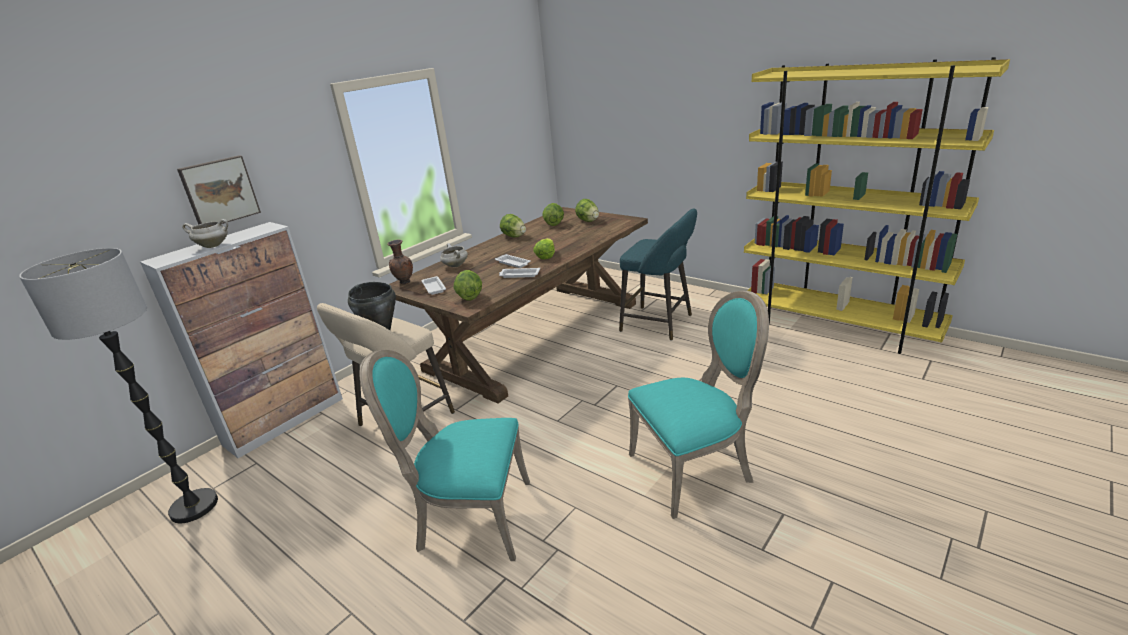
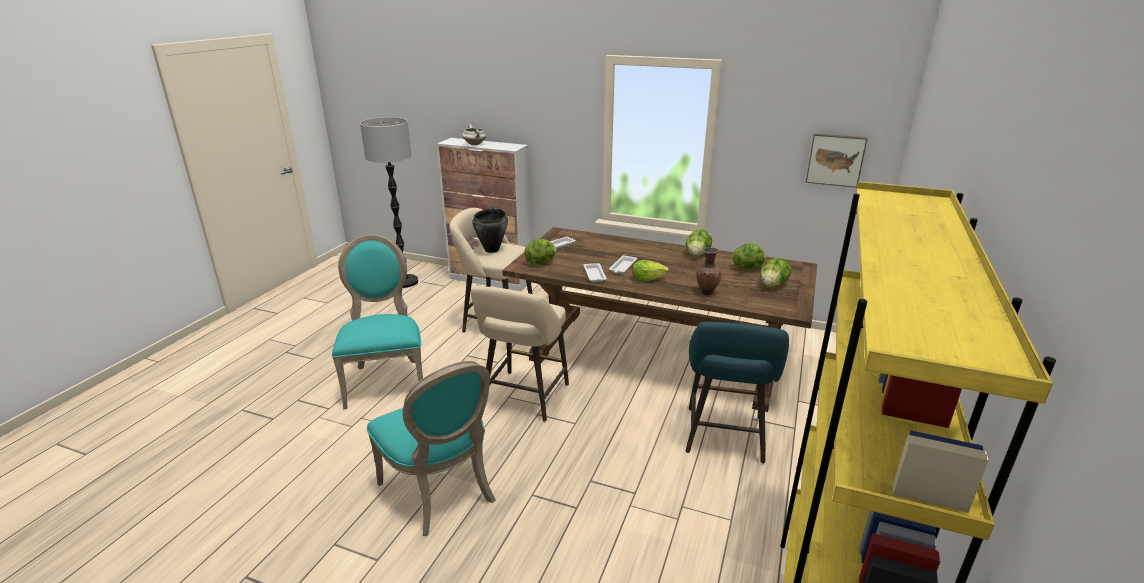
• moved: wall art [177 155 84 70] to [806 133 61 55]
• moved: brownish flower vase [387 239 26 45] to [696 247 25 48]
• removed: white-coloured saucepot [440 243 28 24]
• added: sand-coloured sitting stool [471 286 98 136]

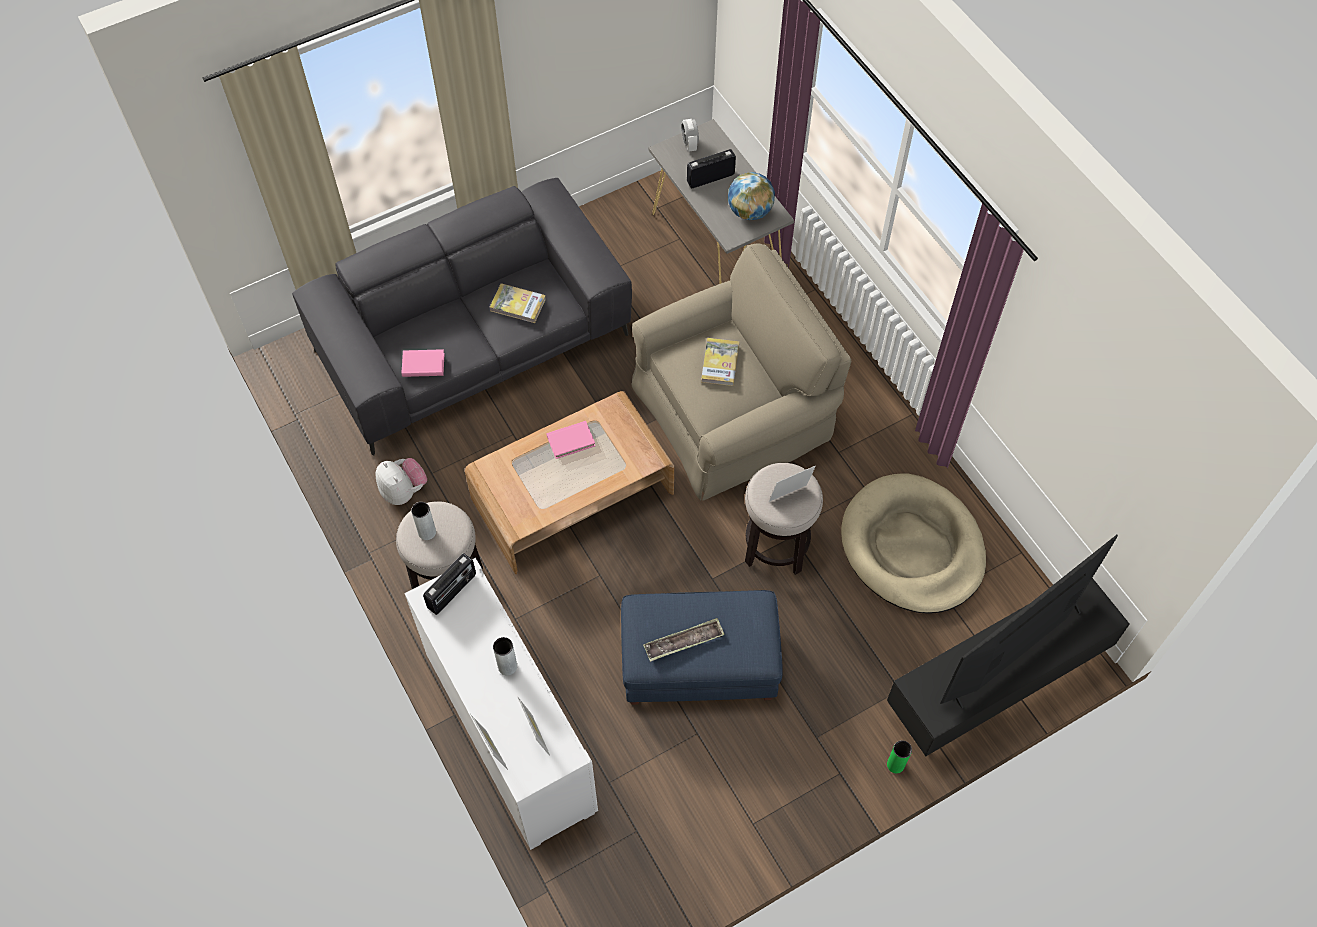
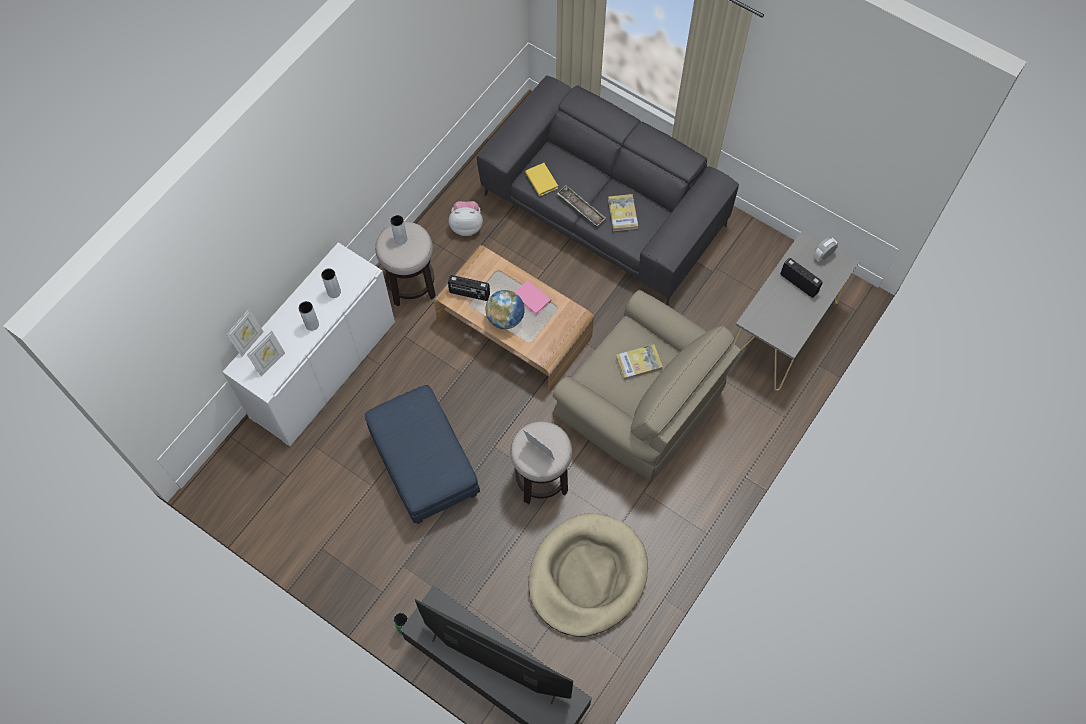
• moved: globe [728 172 47 48] to [485 290 40 39]
• recoloured: pink book [402 349 43 28] to yellow book [525 163 33 33]
• turned: soft toy [375 458 52 47] = [449 201 34 35] 120 degrees counterclockwise
• moved: radio receiver [423 553 53 62] to [448 275 42 26]
• moved: tray [643 618 82 44] to [557 185 49 42]
• added: greyish flower vase [321 268 20 30]

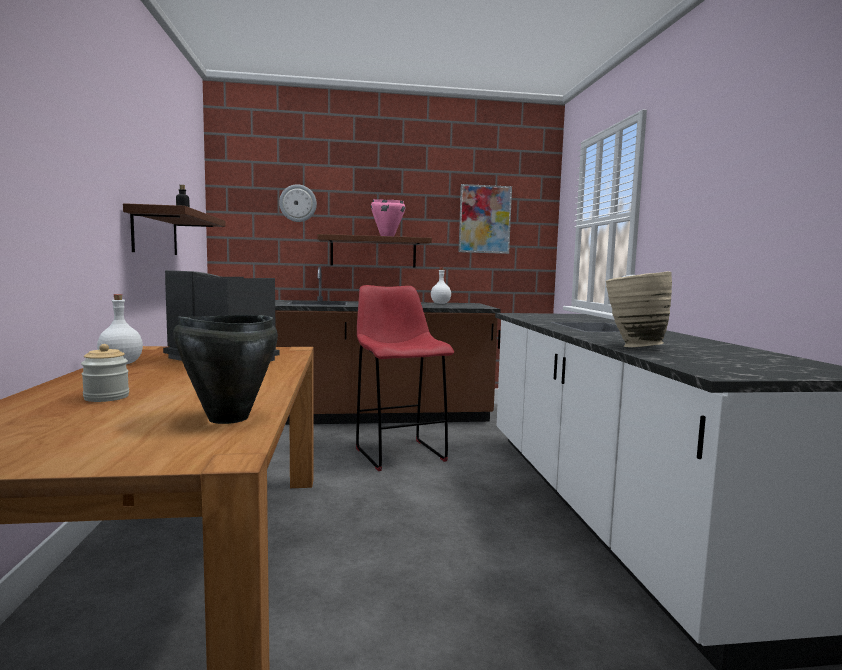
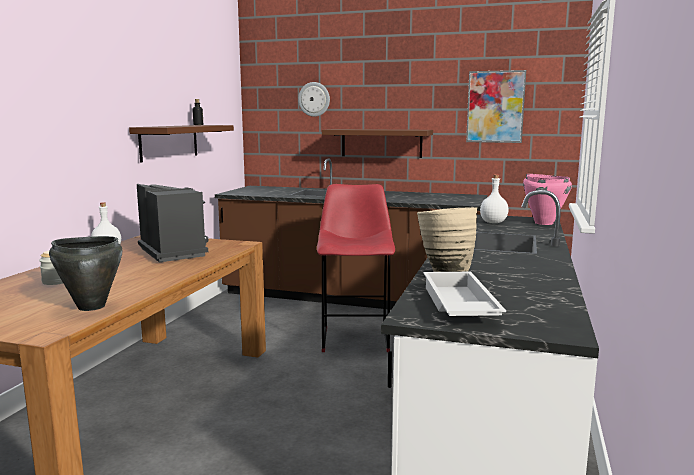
• moved: pink saucepot [371 199 34 37] to [523 174 49 51]
• moved: white-coloured drink bottle [431 267 20 37] to [480 174 29 49]
• added: white-coloured tray [423 272 83 44]

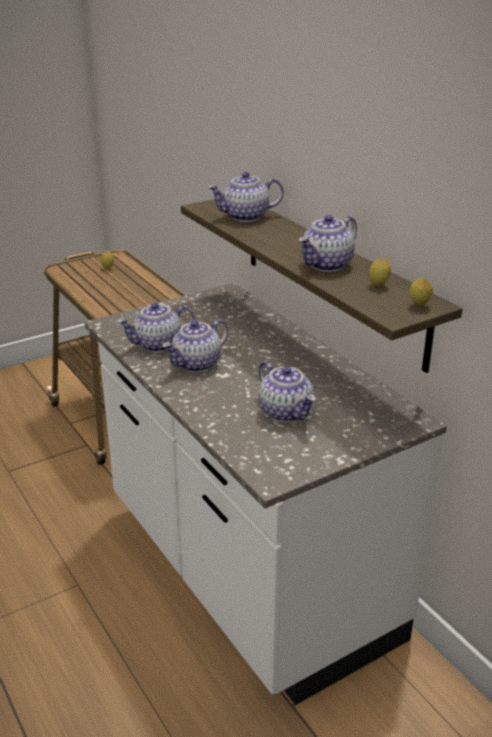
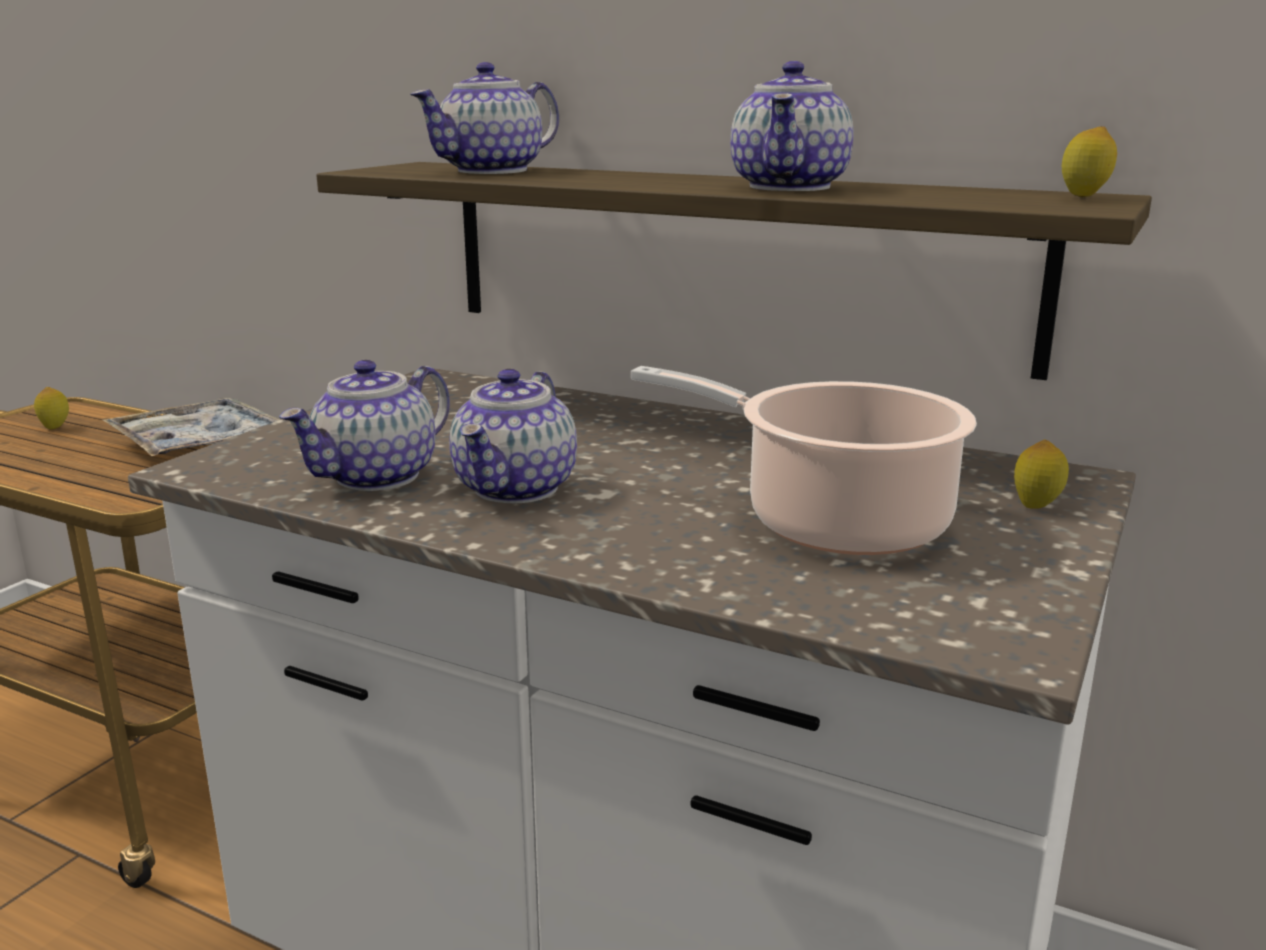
• moved: citrus fruit [369 257 22 29] to [1014 440 55 69]
• replaced: pot for tea [259 361 56 61] to saucepot [631 366 346 189]
• added: tray [103 398 176 58]

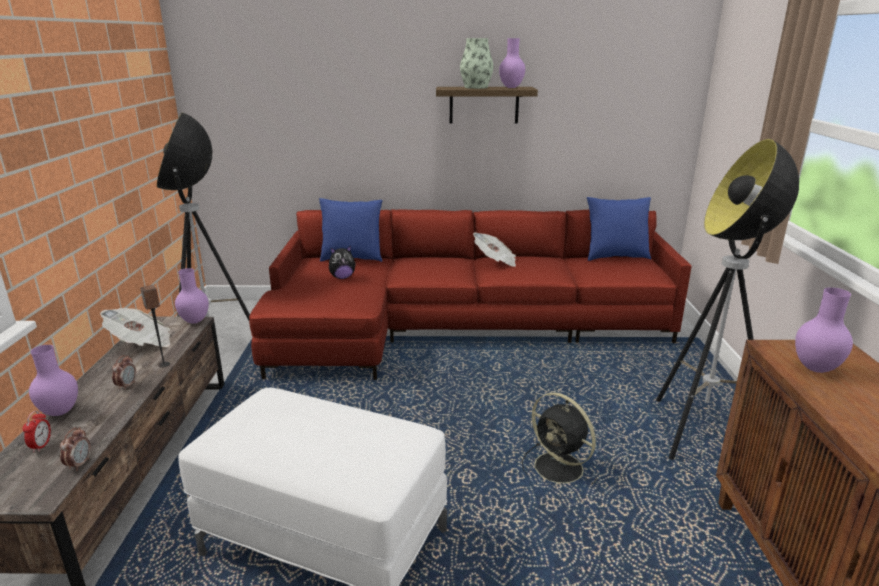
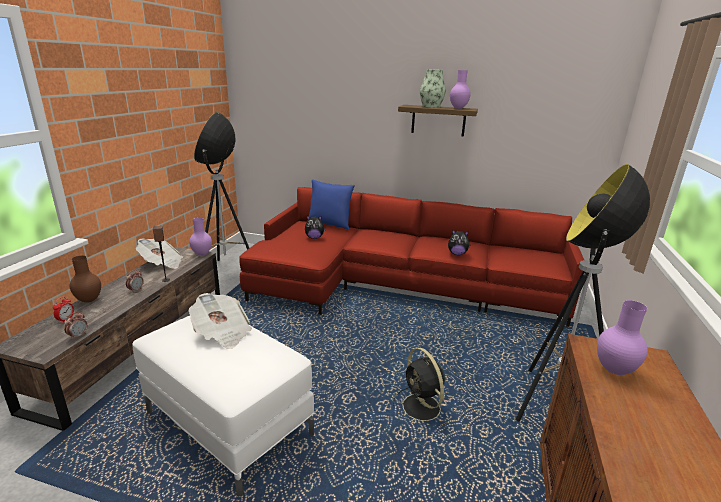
• removed: bluish pillow [587 197 64 64]
• moved: daily paper [473 232 43 35] to [188 293 64 56]
• recoloured: purple-coloured flower vase [29 345 49 71] to brownish flower vase [70 256 31 47]
• added: soft toy [448 230 23 25]

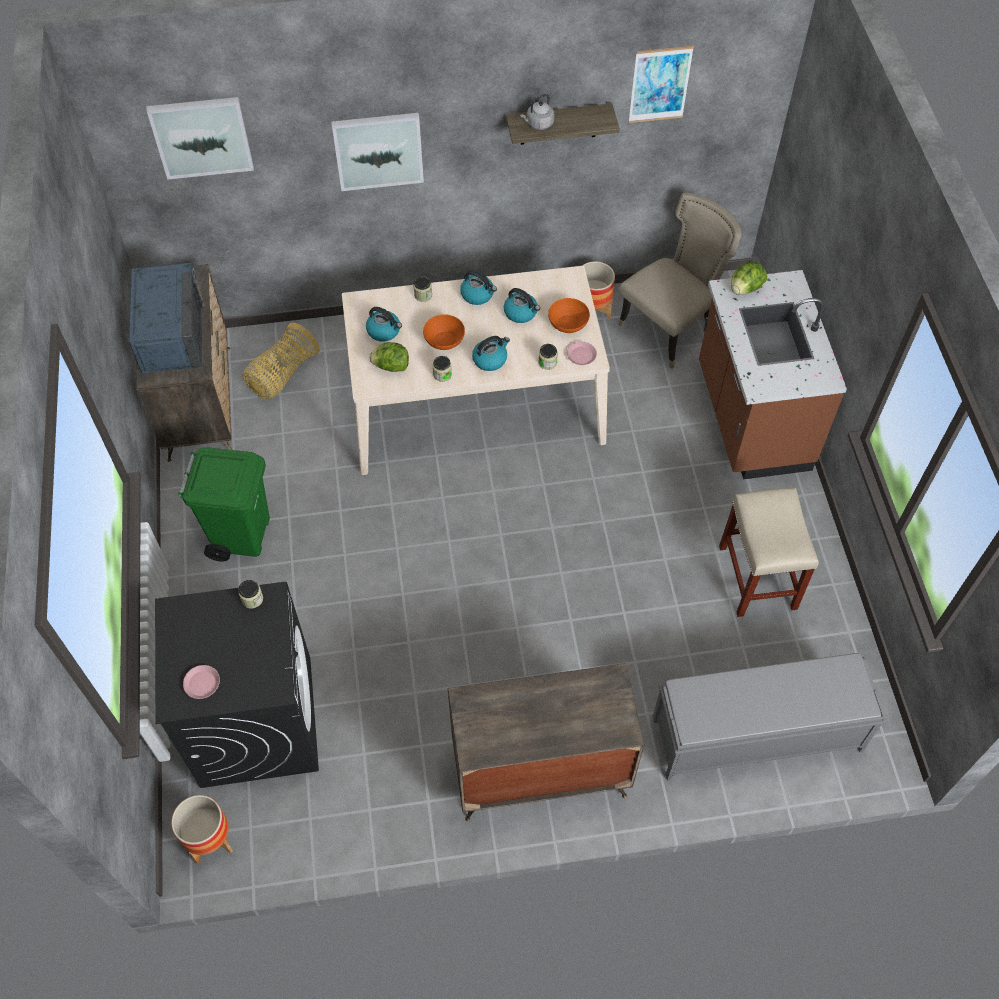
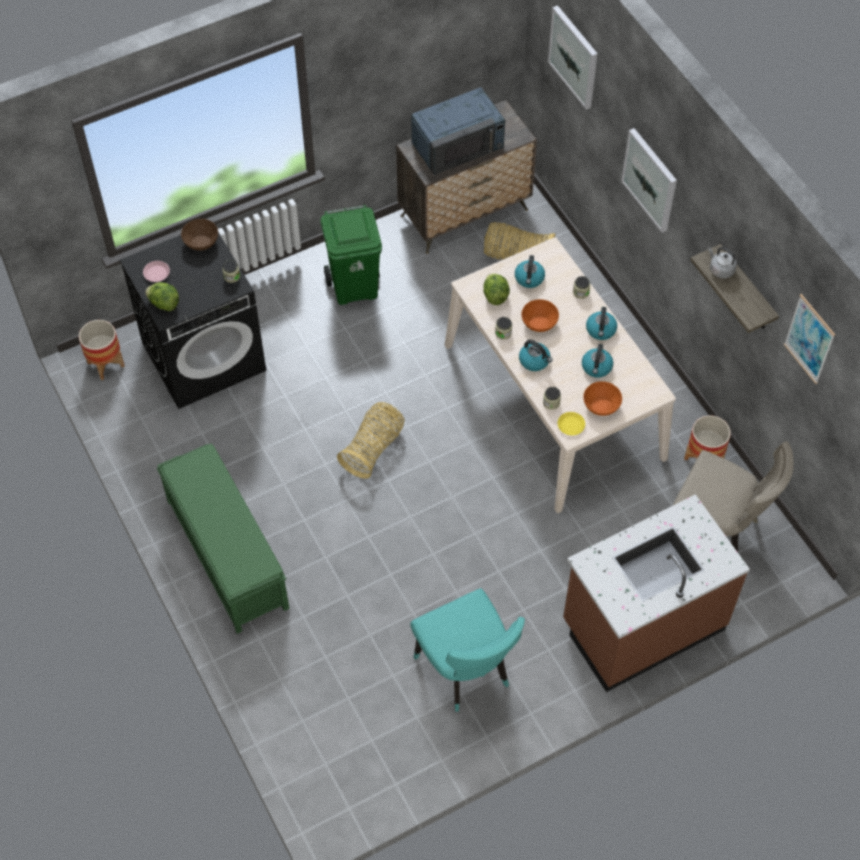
• moved: lettuce [731 262 36 33] to [145 282 34 29]
• recoloured: pink dinner plate [567 342 30 23] to yellow dinner plate [558 412 27 23]
• replaced: sand-coloured sitting stool [719 488 100 129] to turquoise-coloured upright chair [410 588 115 124]
• removed: greyish bench [653 653 233 128]
• replaced: dresser [448 663 196 158] to green bench [157 443 132 191]
• added: brownish serving bowl [181 219 37 32]
• added: storage basket [337 402 68 77]

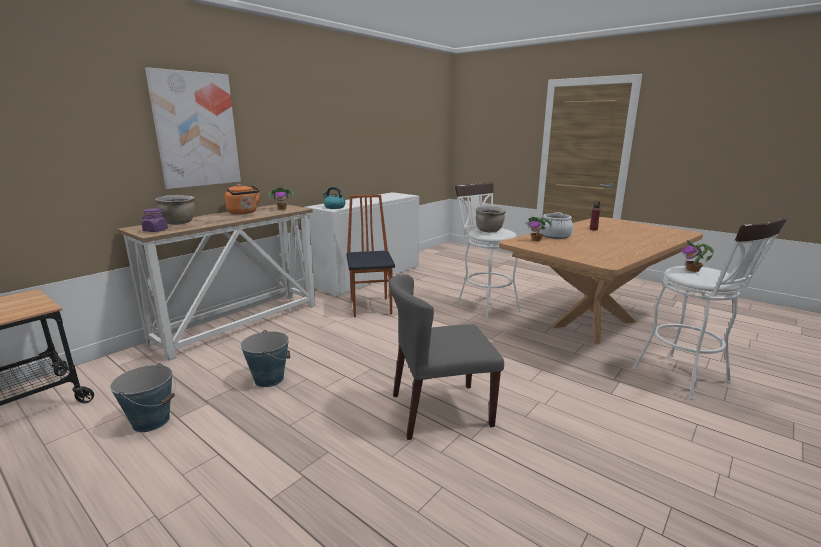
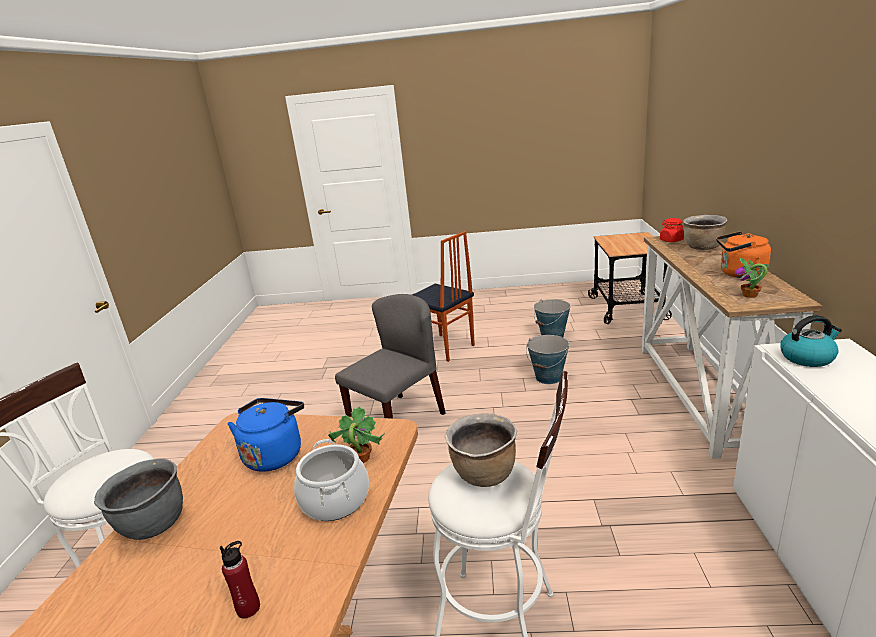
• removed: wall art [145 67 96 122]
• moved: upright chair [346 195 49 122] to [412 231 63 131]
• recoloured: purple-coloured storage jar [142 208 26 24] to reddish storage jar [660 218 24 24]
• removed: plant in a pot [682 240 32 32]
• added: bluish kettle [227 398 77 74]
• added: greyish saucepot [94 459 89 81]

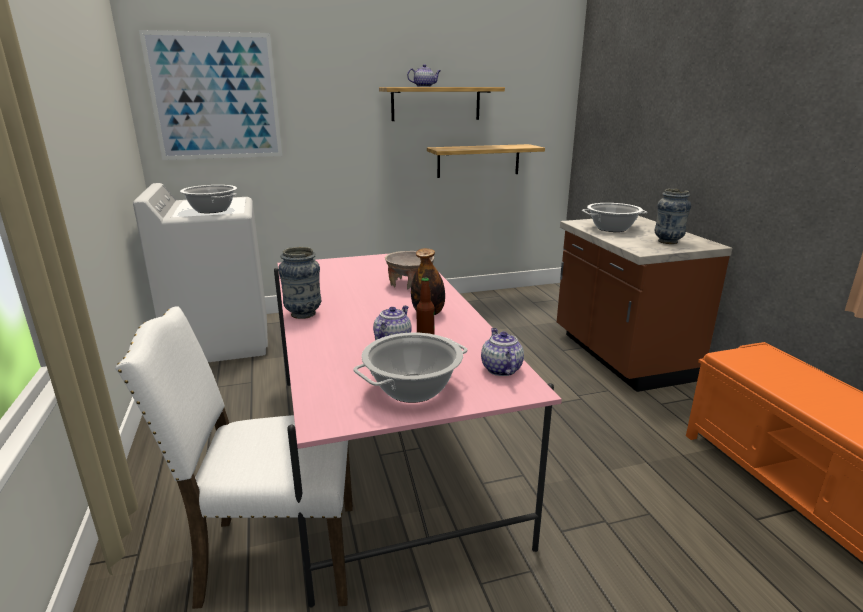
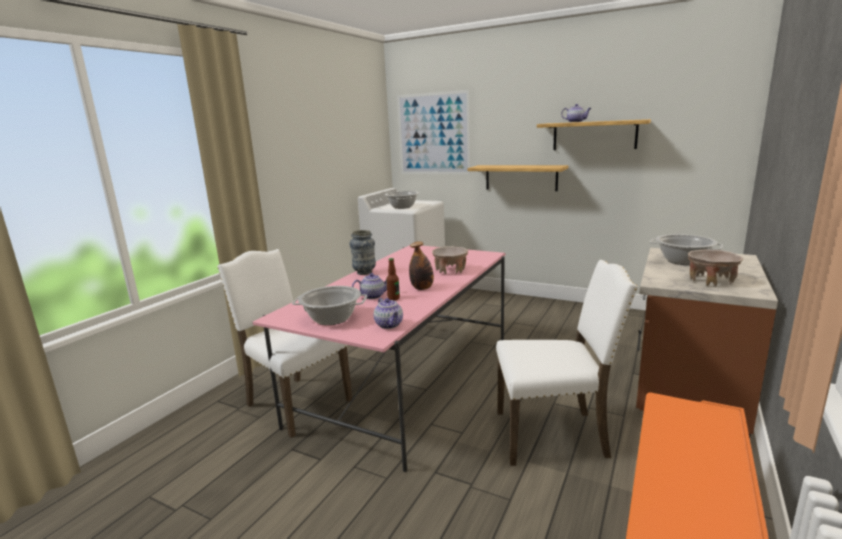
• moved: bracket shelf [427 144 118 34] to [467 165 101 26]
• replaced: flower vase [654 189 37 55] to sand-coloured serving bowl [688 250 55 36]
• turned: pot for tea [481 328 43 48] = [374 298 29 31] 120 degrees clockwise
• added: white-coloured upright chair [496 260 142 206]

